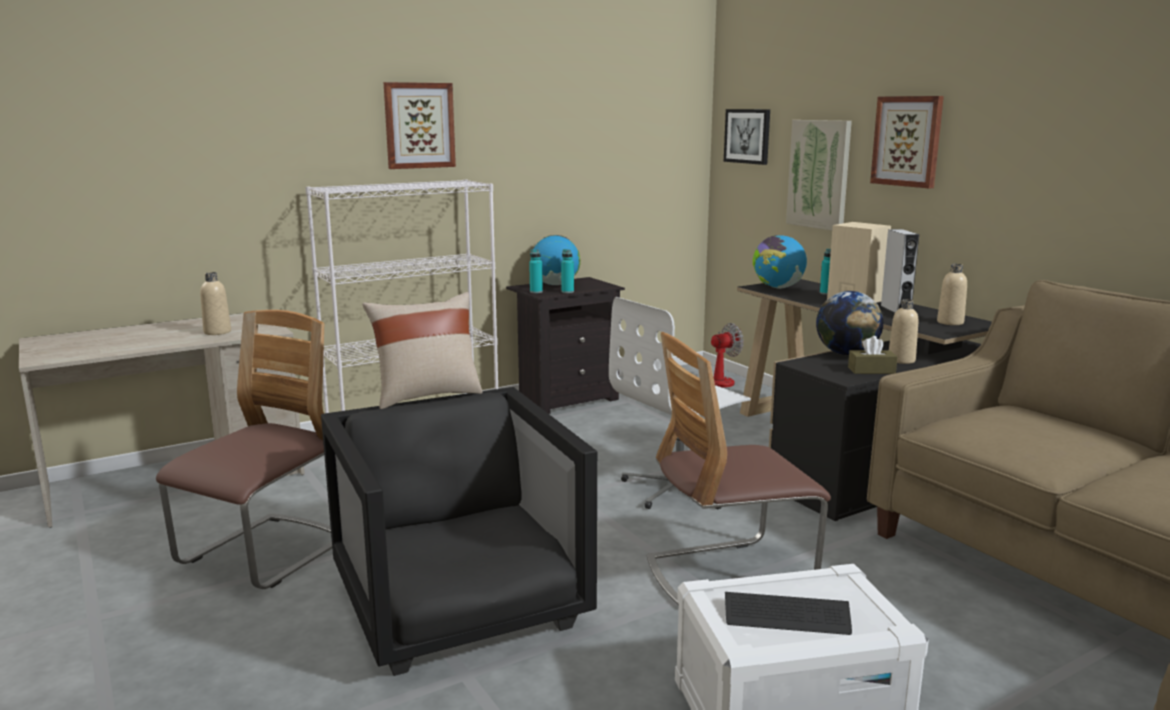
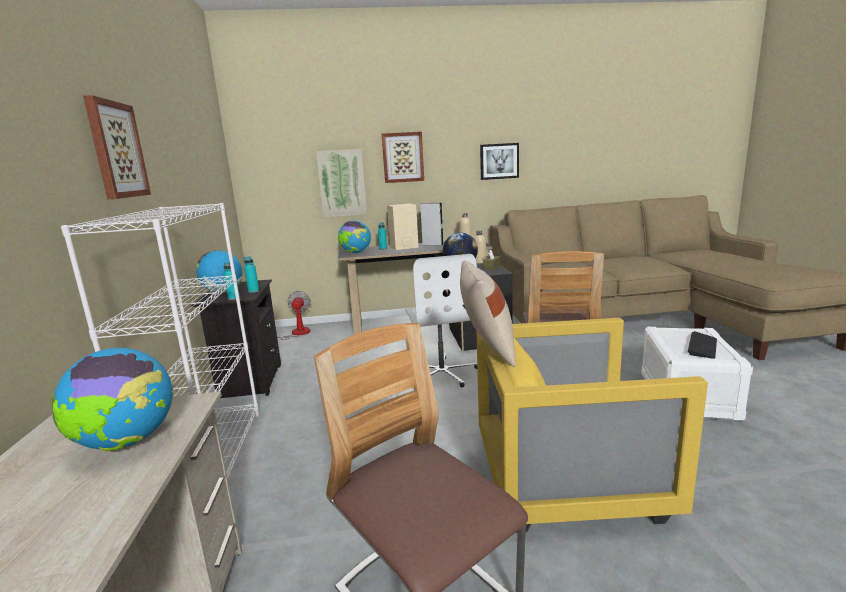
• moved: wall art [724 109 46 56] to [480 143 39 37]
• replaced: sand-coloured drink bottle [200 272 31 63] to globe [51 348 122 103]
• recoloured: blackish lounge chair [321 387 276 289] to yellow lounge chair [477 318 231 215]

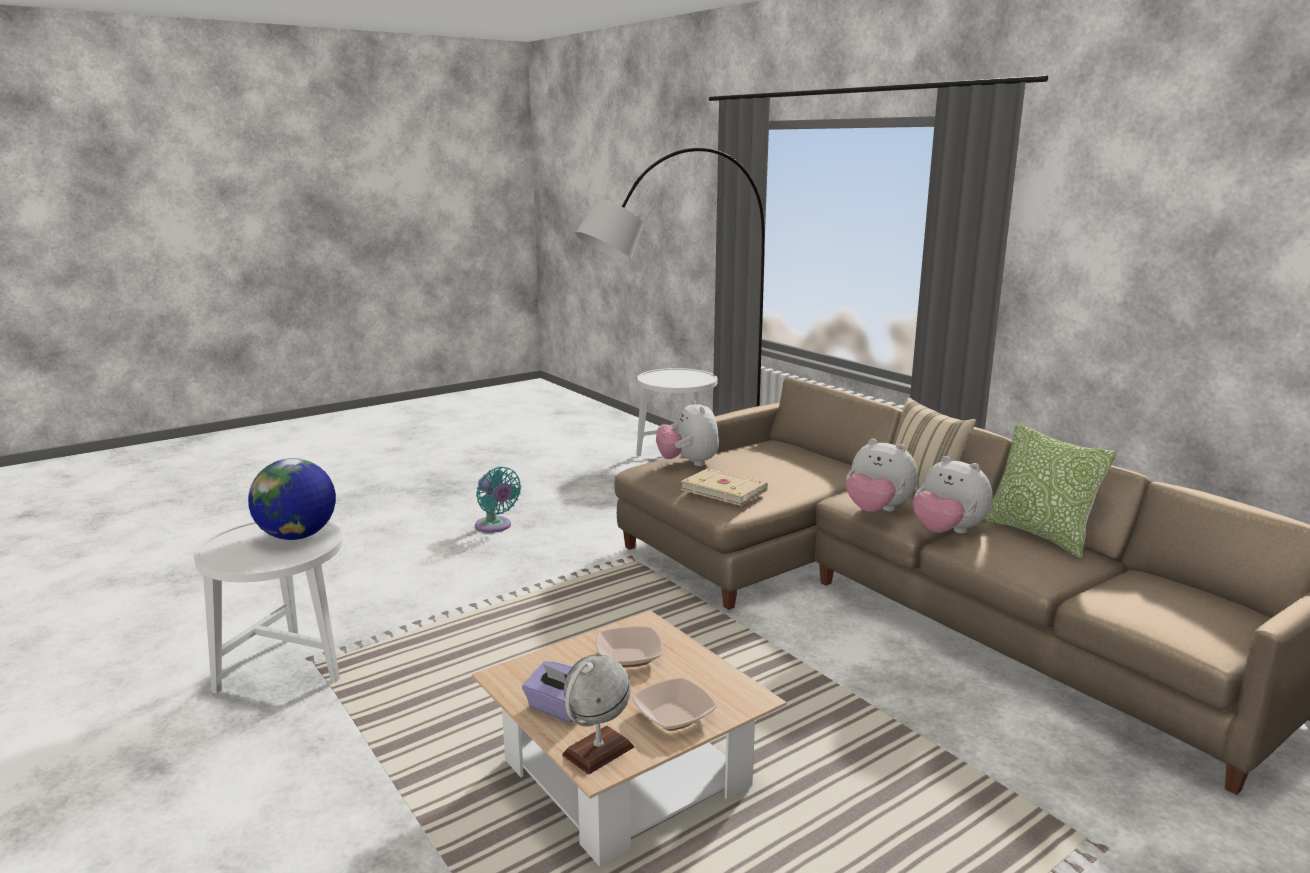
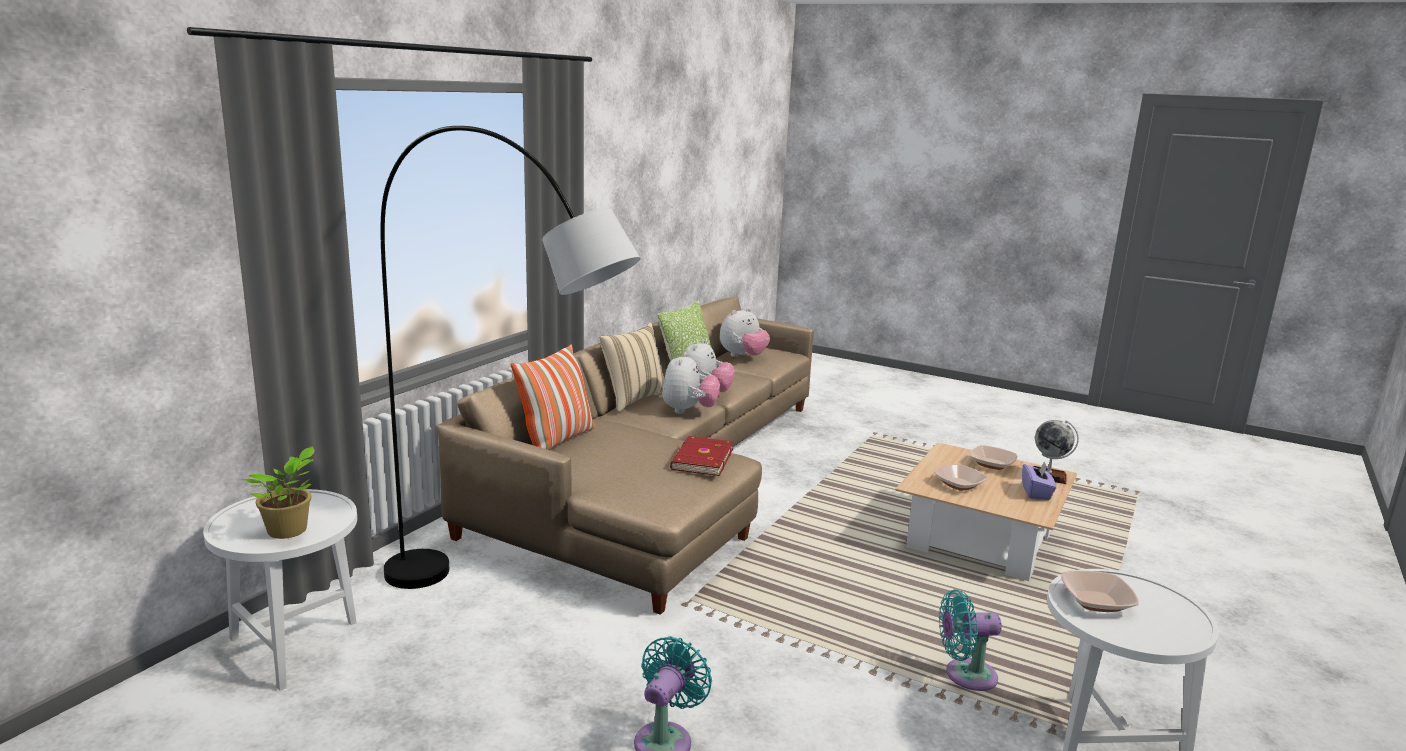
• moved: soft toy [656 400 63 66] to [720 308 50 49]
• replaced: globe [248 458 88 82] to serving bowl [1061 571 78 41]
• recoloured: sand-coloured book [681 468 87 38] to reddish book [670 436 64 40]
• added: pillow [511 344 84 106]
• added: plant in a pot [241 446 73 93]
• added: turquoise-coloured fan [939 590 63 101]

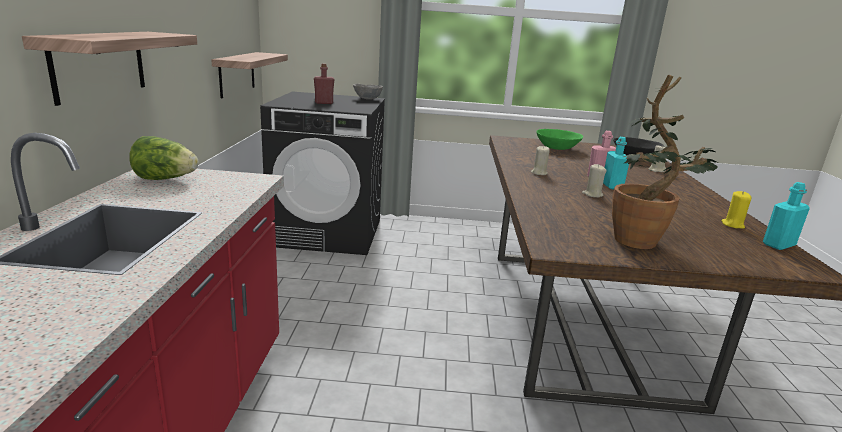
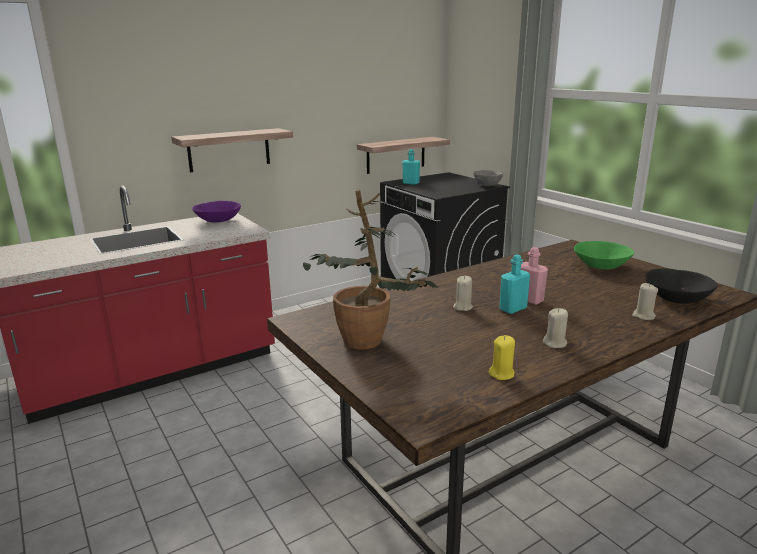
• removed: reddish drink bottle [314 64 20 40]
• replaced: lettuce [129 136 69 44] to purple-coloured serving bowl [192 201 49 22]
• moved: sand-coloured wax candle [531 145 19 30] to [543 308 25 40]
• moved: turquoise-coloured drink bottle [763 182 47 68] to [402 149 18 36]

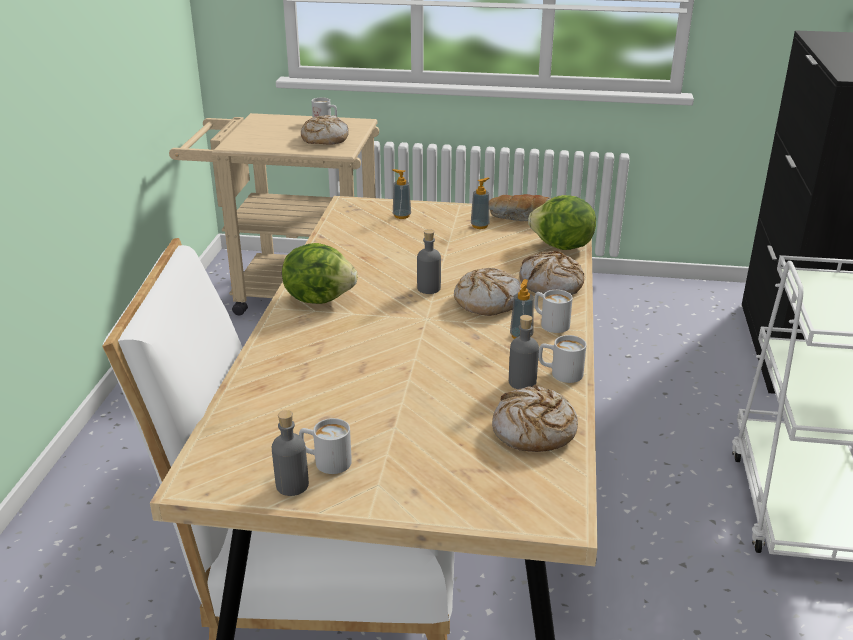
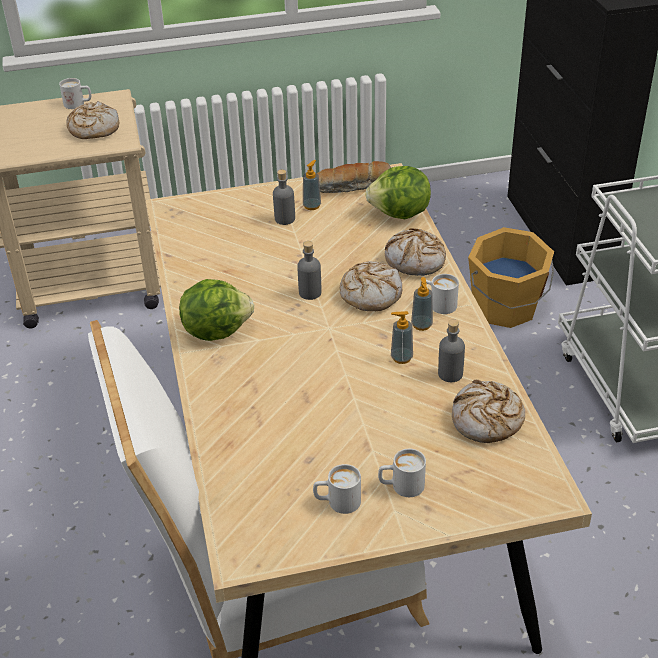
• moved: soap dispenser [392 169 19 50] to [391 311 22 53]
• moved: white-coloured tea mug [538 335 49 48] to [378 449 48 48]
• moved: greyish drink bottle [272 410 37 86] to [273 169 22 56]
• added: orange pail [468 227 86 101]

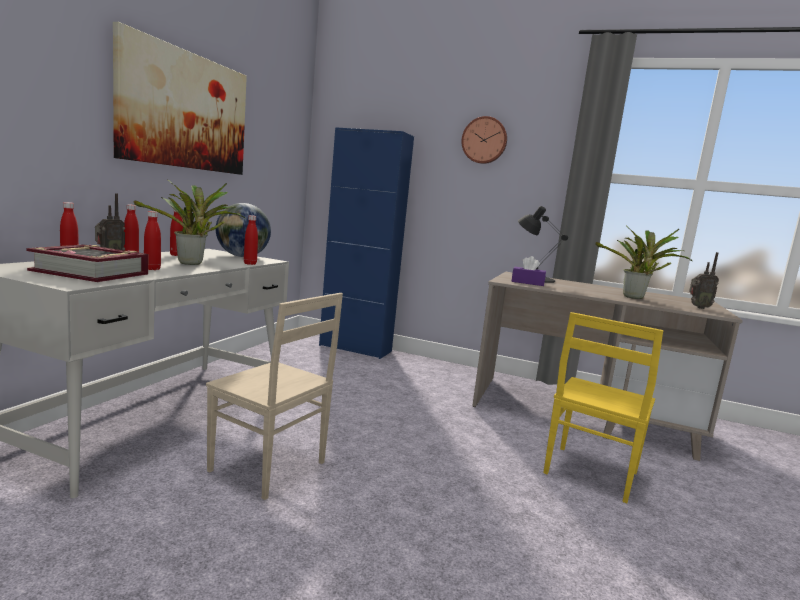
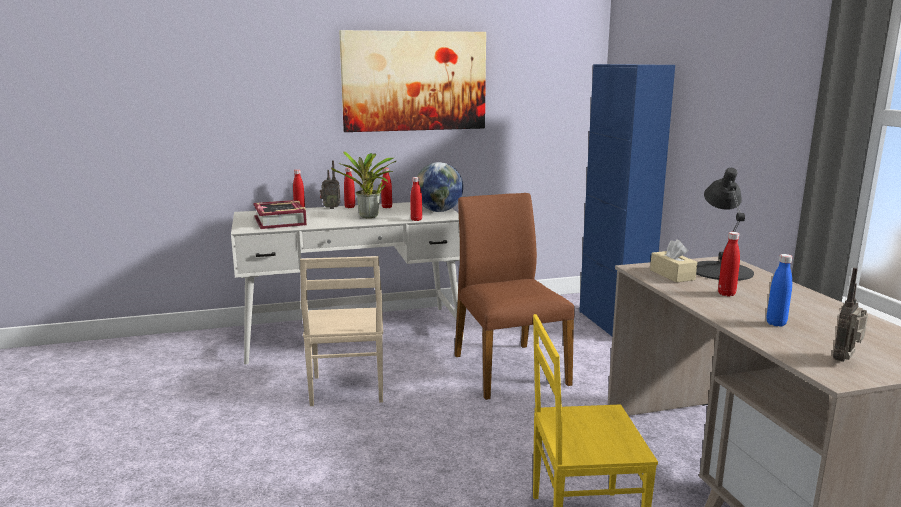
• removed: clock on the wall [461 116 46 48]
• moved: reddish drink bottle [144 211 17 59] to [718 232 22 64]
• replaced: plant in a pot [595 226 97 73] to bluish drink bottle [766 254 26 73]
• turned: radio receiver [689 252 30 57] = [833 268 35 94] 75 degrees clockwise
• recoloured: purple-coloured box of tissues [512 256 34 30] to sand-coloured box of tissues [650 239 47 44]
• added: brownish upright chair [454 193 121 207]

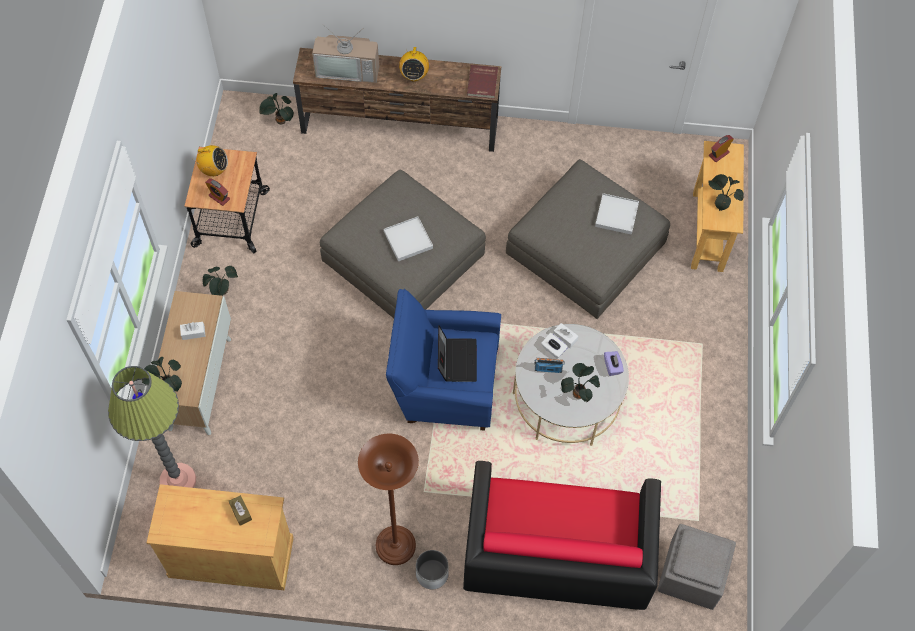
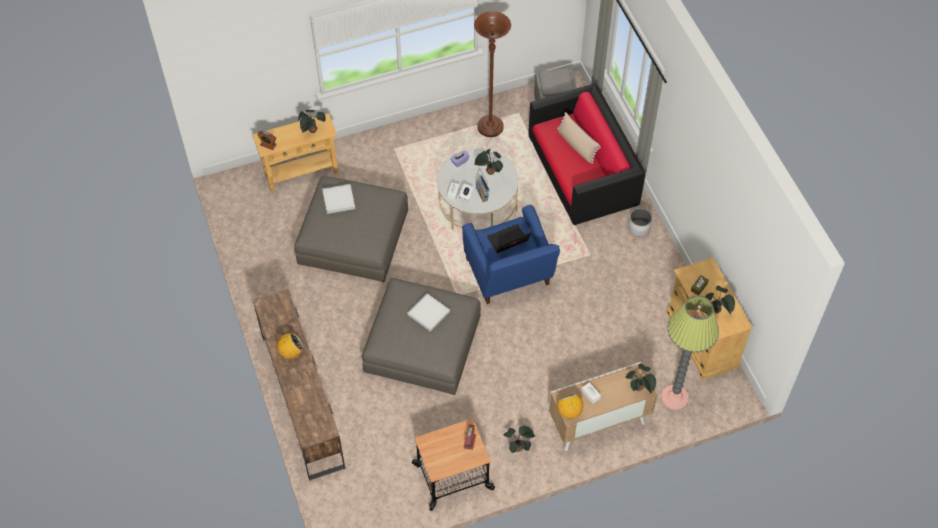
• removed: TV set [312 26 67 57]
• removed: reddish book [467 65 31 34]
• moved: plant in a pot [259 93 35 31] to [705 286 30 28]
• moved: radio receiver [192 145 36 31] to [557 394 26 25]
• moved: brownish floor lamp [358 433 61 132] to [474 11 37 126]
• added: sand-coloured pillow [557 112 44 52]

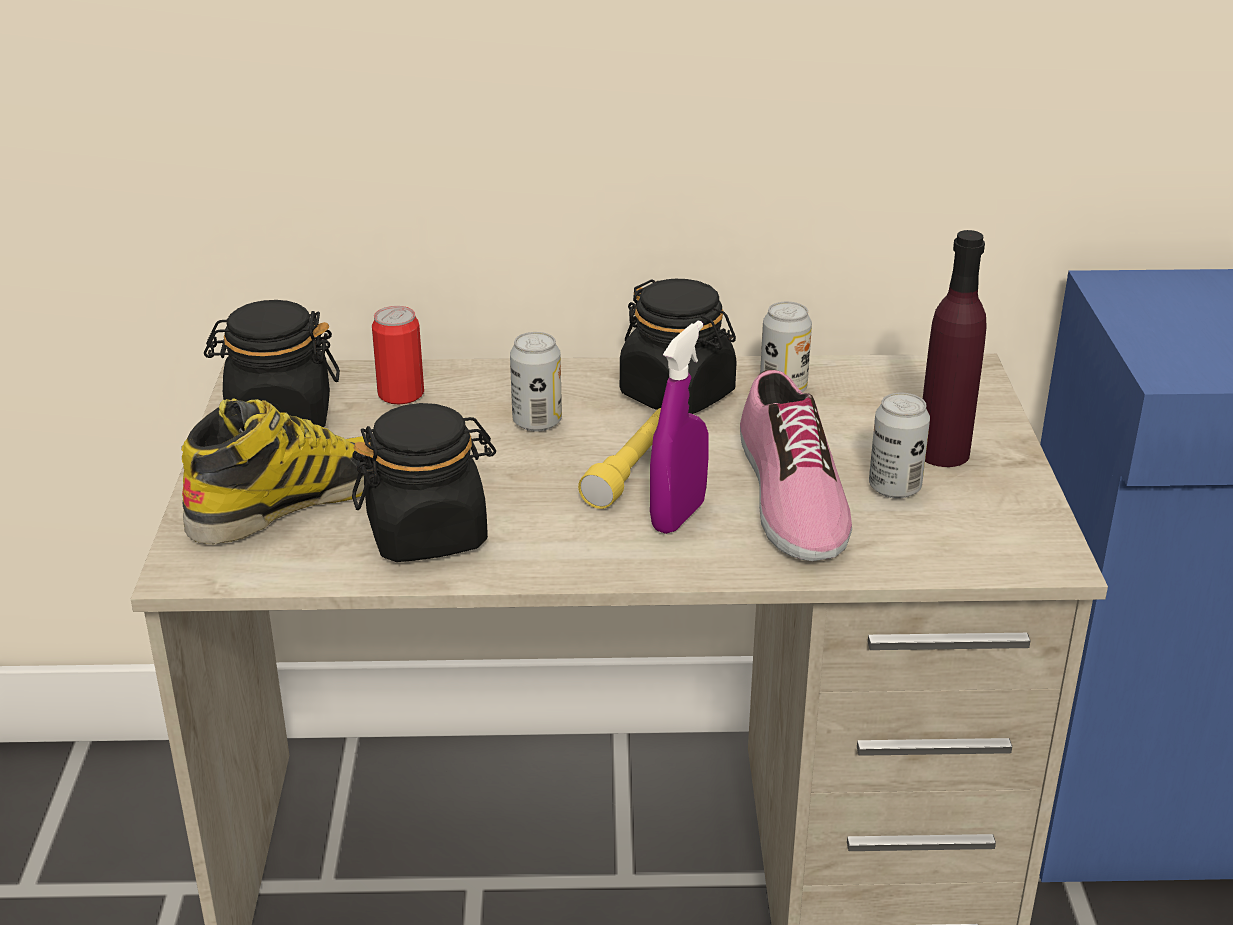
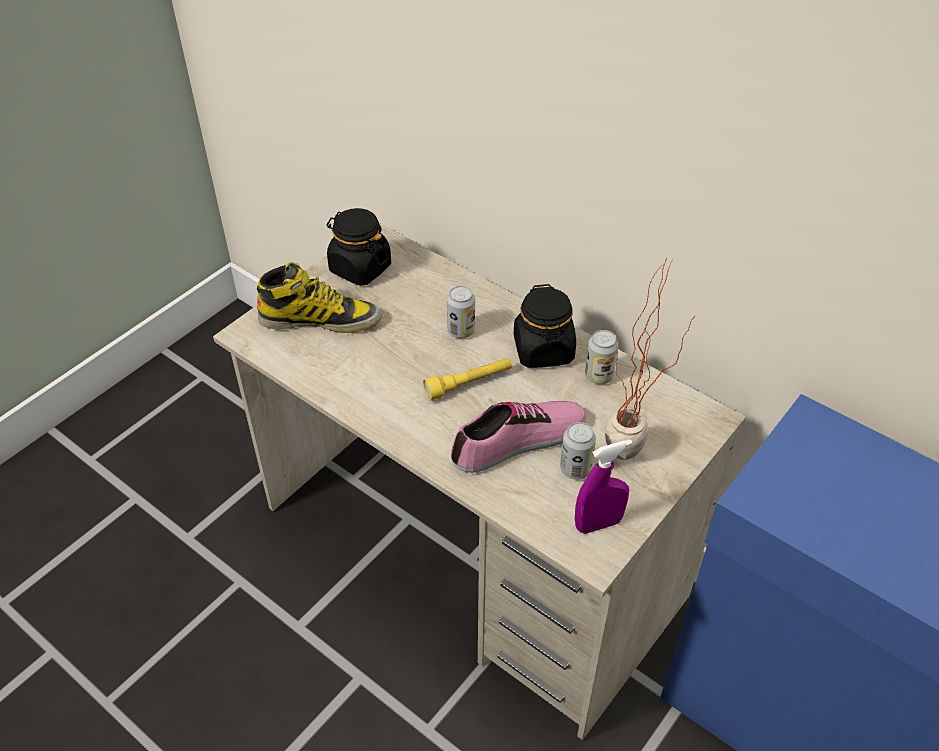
• replaced: purple-coloured drink bottle [923 230 64 237] to plant in a pot [605 259 90 201]
• removed: metal can [372 306 52 98]
• moved: purple-coloured spray bottle [650 321 59 213] to [575 439 57 95]
• turned: shoe [740 369 112 192] = [451 401 135 72] 150 degrees counterclockwise
• removed: blackish storage jar [352 403 144 159]

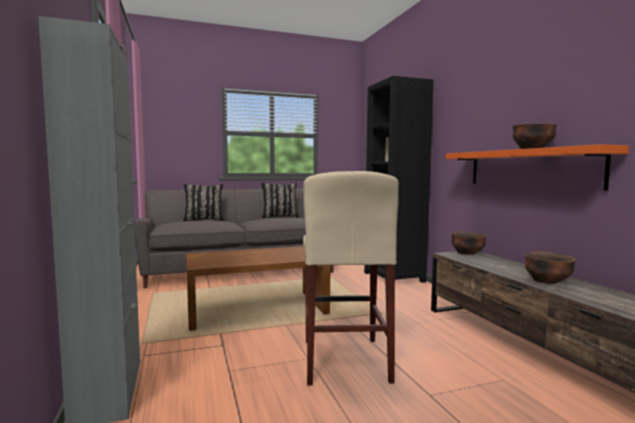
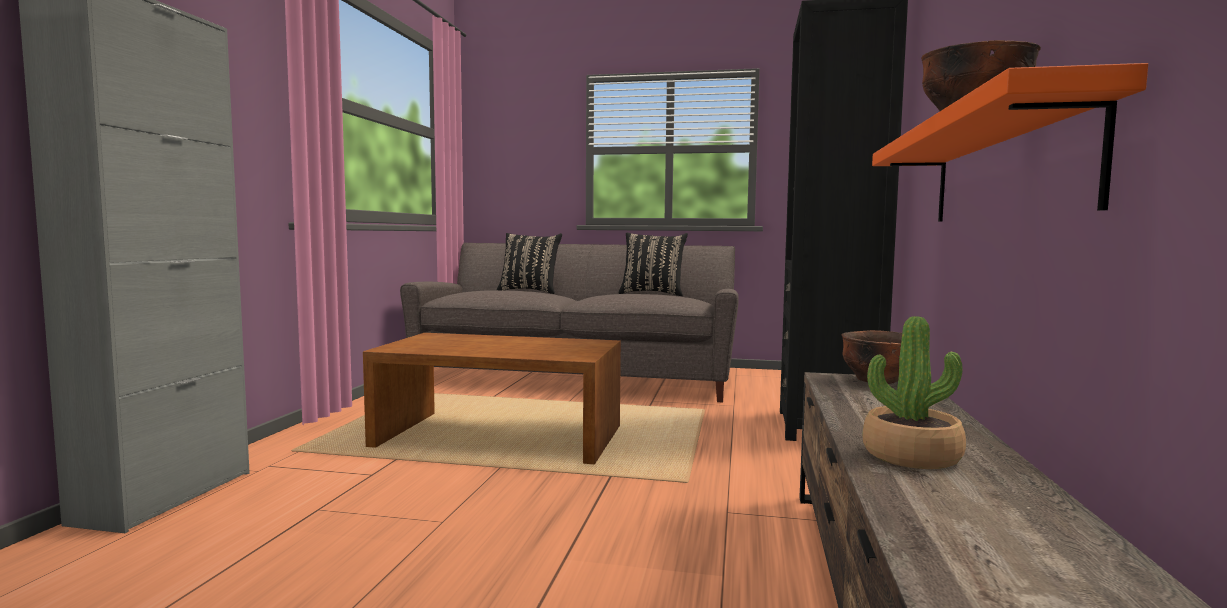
• removed: sand-coloured sitting stool [303 171 96 214]
• replaced: brownish serving bowl [524 251 52 33] to plant in a pot [862 316 104 153]

